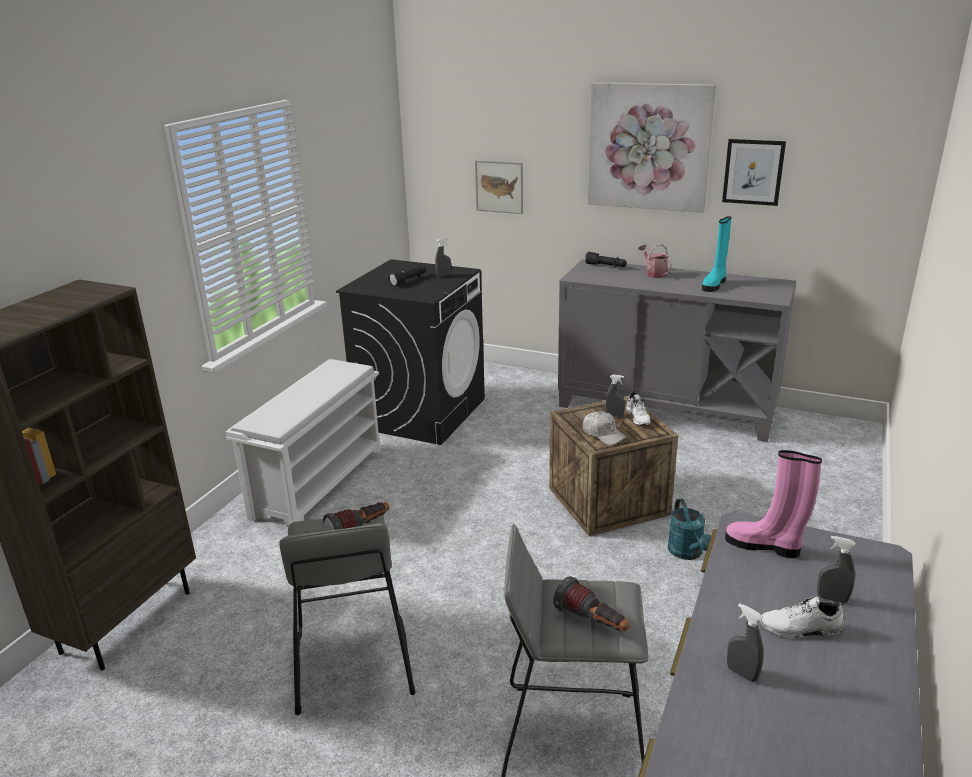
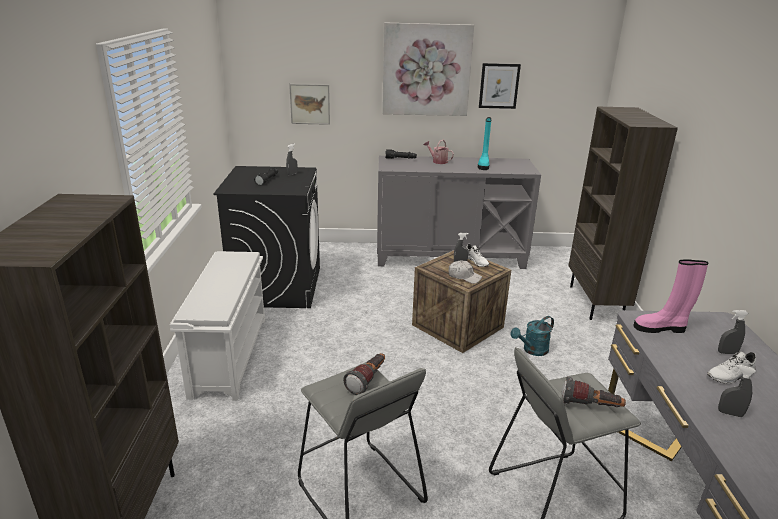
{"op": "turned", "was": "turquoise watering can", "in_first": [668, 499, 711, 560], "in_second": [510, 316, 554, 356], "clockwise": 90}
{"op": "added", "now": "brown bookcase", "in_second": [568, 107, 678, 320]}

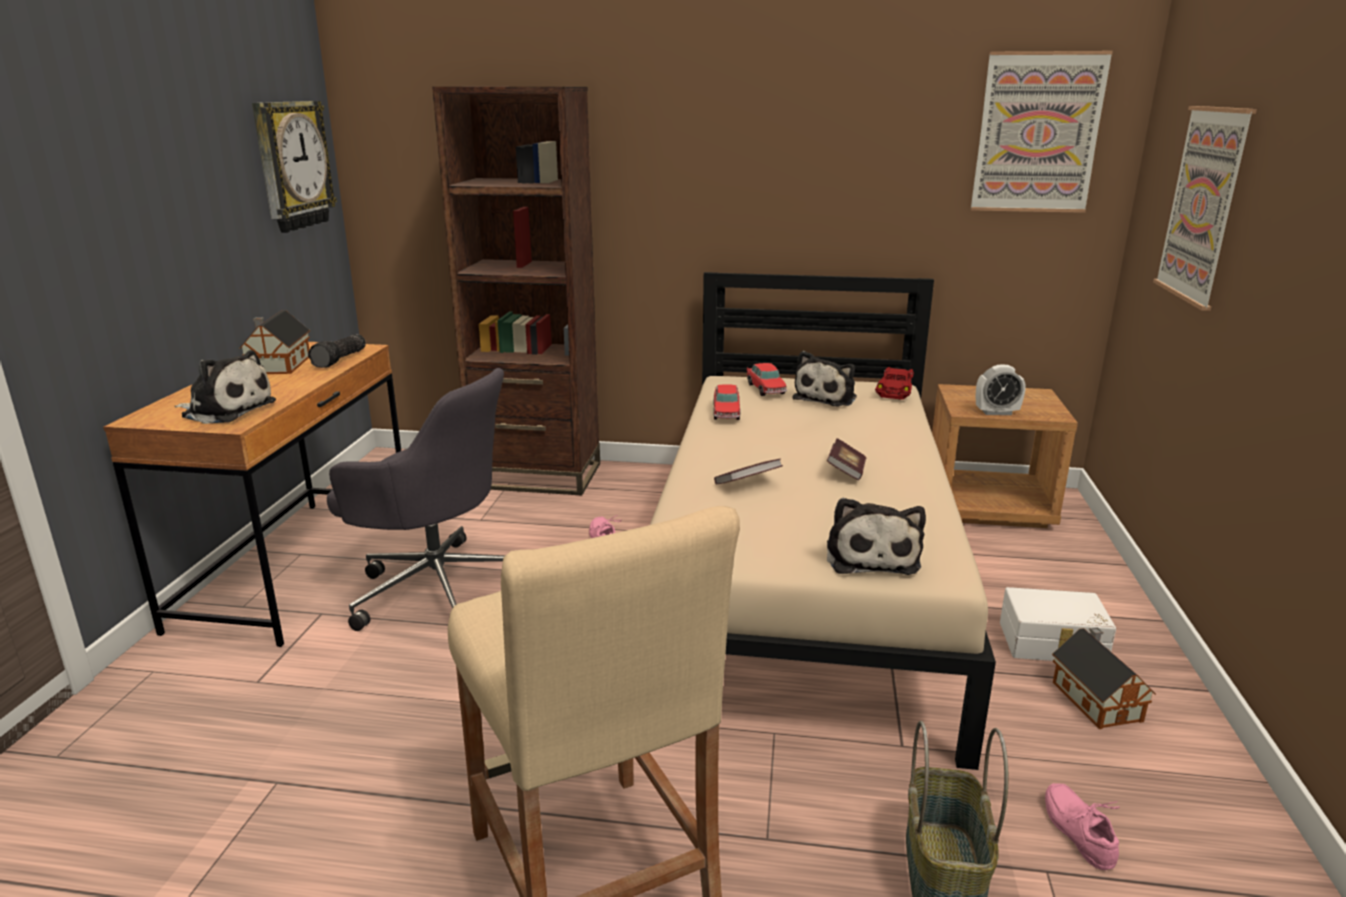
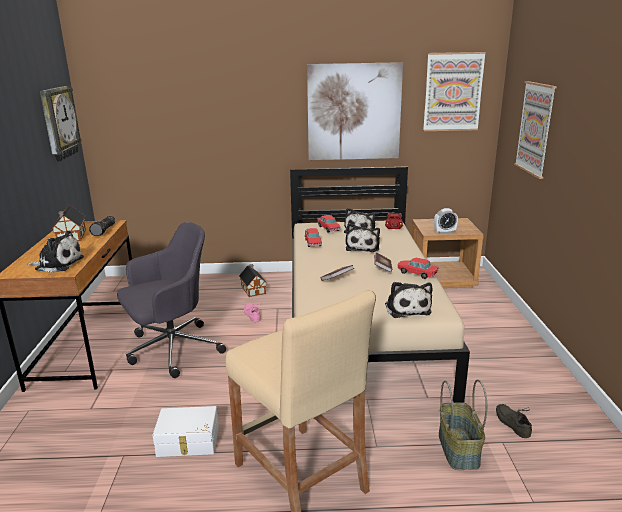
{"op": "turned", "was": "grey office chair", "in_first": [327, 368, 506, 631], "in_second": [117, 222, 226, 378], "clockwise": -45}
{"op": "moved", "was": "white storage box", "in_first": [1000, 587, 1116, 661], "in_second": [153, 406, 219, 457]}
{"op": "moved", "was": "toy house", "in_first": [1052, 627, 1156, 729], "in_second": [239, 264, 267, 297]}
{"op": "added", "now": "picture", "in_second": [307, 62, 403, 160]}
{"op": "added", "now": "plush toy", "in_second": [345, 223, 380, 252]}
{"op": "added", "now": "toy car", "in_second": [397, 258, 439, 279]}
{"op": "recoloured", "was": "pink shoe", "now": "grey shoe", "in_first": [1045, 783, 1120, 870], "in_second": [496, 404, 532, 438]}
{"op": "removed", "was": "brown bookcase", "in_first": [432, 87, 600, 496]}

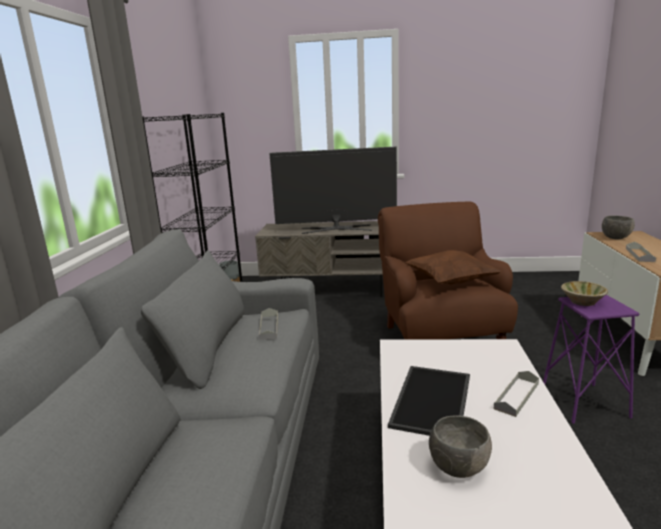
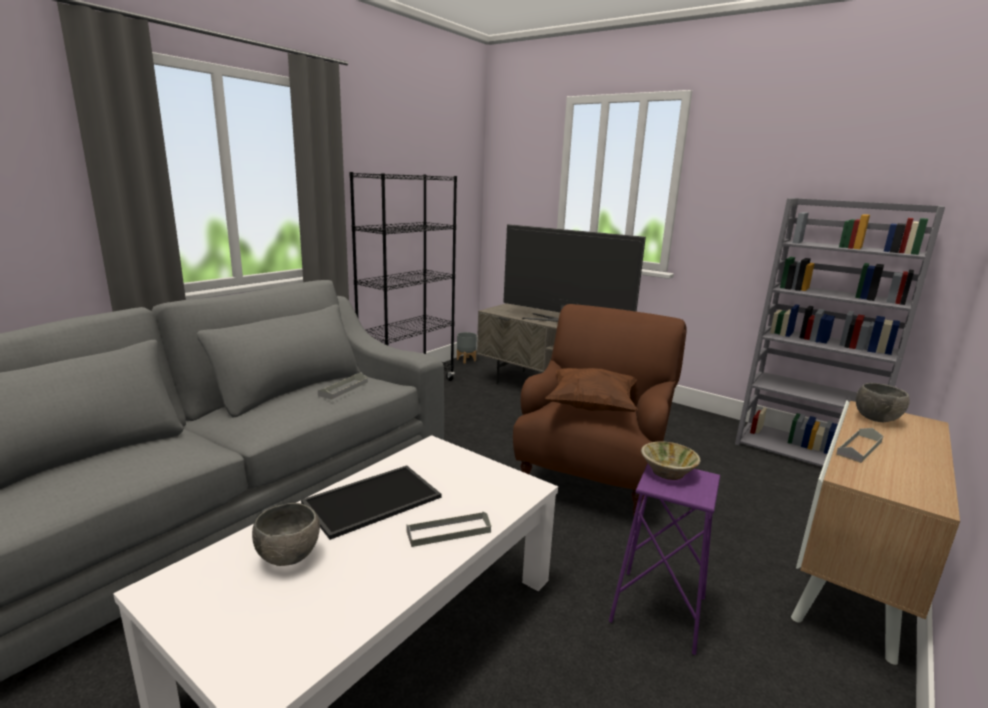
{"op": "added", "now": "grey bookcase", "in_second": [735, 198, 945, 467]}

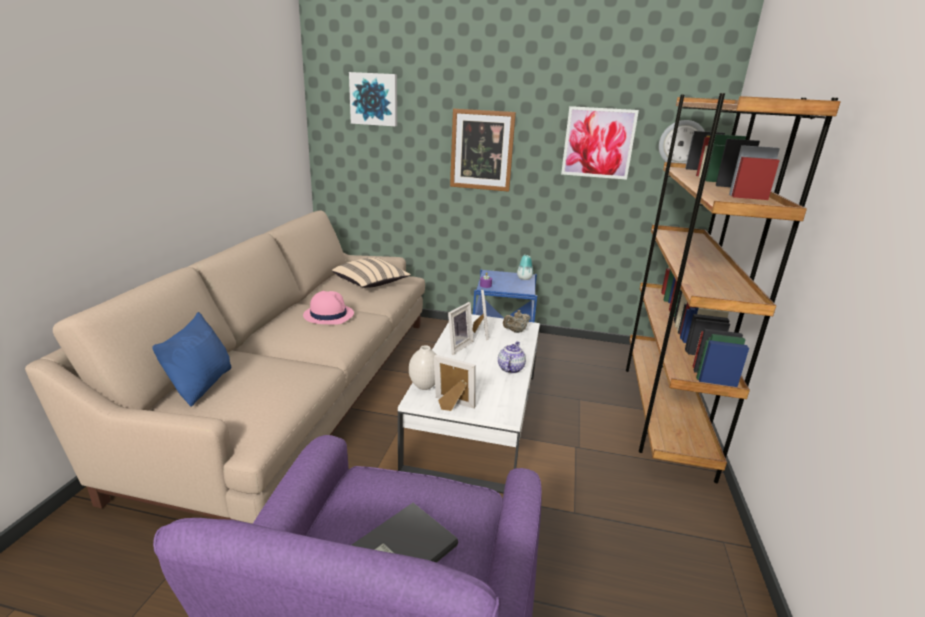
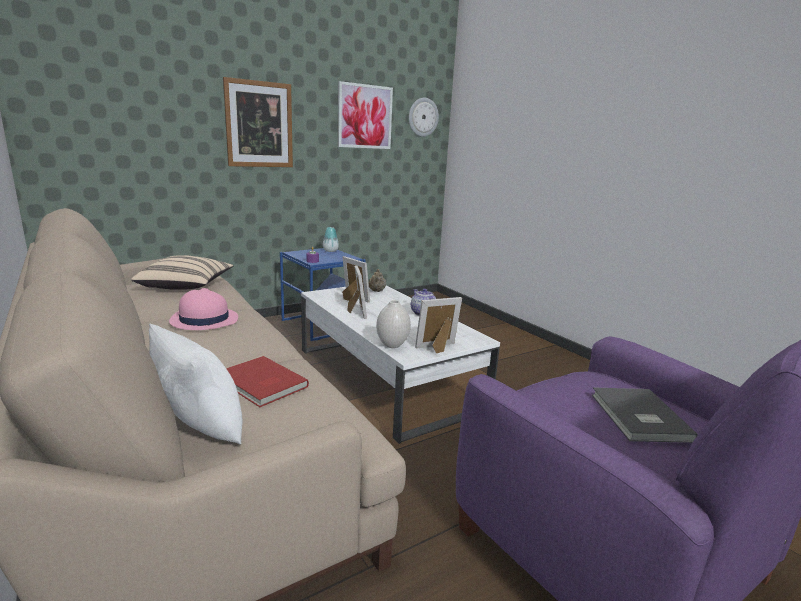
{"op": "recoloured", "was": "blue pillow", "now": "white pillow", "in_first": [152, 312, 231, 406], "in_second": [149, 324, 242, 444]}
{"op": "added", "now": "red book", "in_second": [226, 356, 309, 407]}
{"op": "removed", "was": "picture", "in_first": [349, 72, 397, 126]}
{"op": "removed", "was": "brown bookcase", "in_first": [626, 93, 841, 483]}

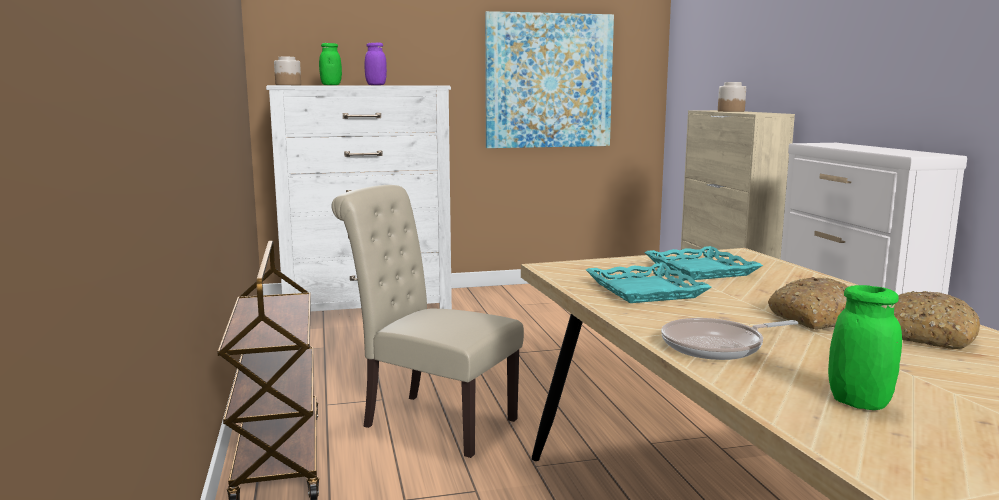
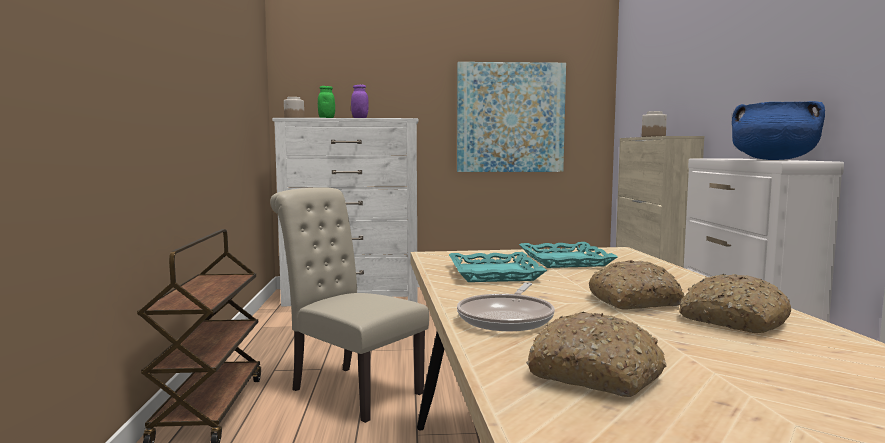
{"op": "turned", "was": "frying pan", "in_first": [661, 318, 798, 360], "in_second": [457, 282, 555, 331], "clockwise": -60}
{"op": "replaced", "was": "green jar", "now": "bread", "in_first": [828, 285, 902, 410], "in_second": [526, 312, 667, 397]}
{"op": "added", "now": "blue cooking pot", "in_second": [732, 101, 825, 160]}

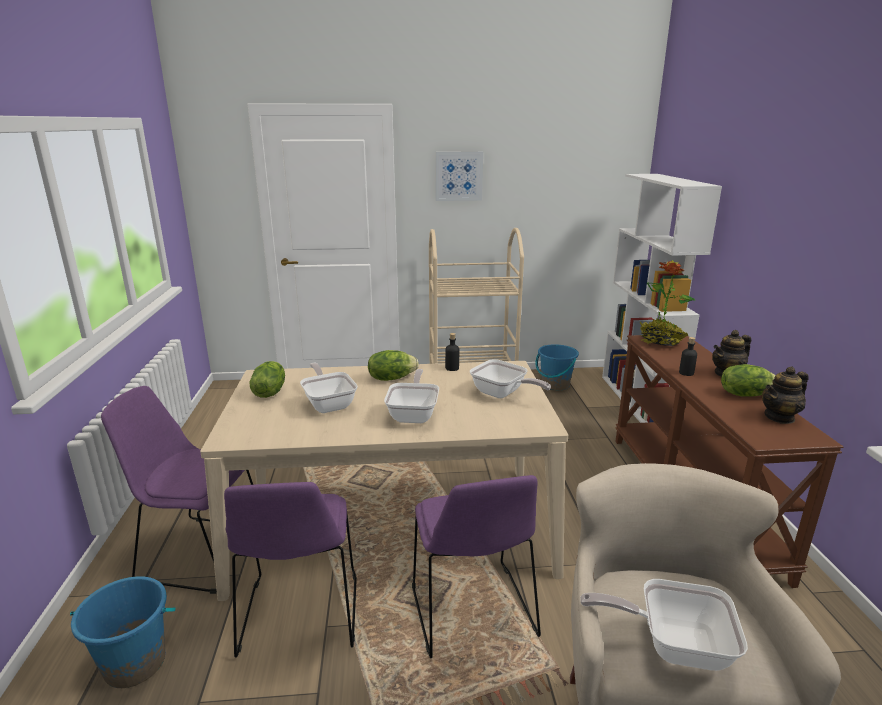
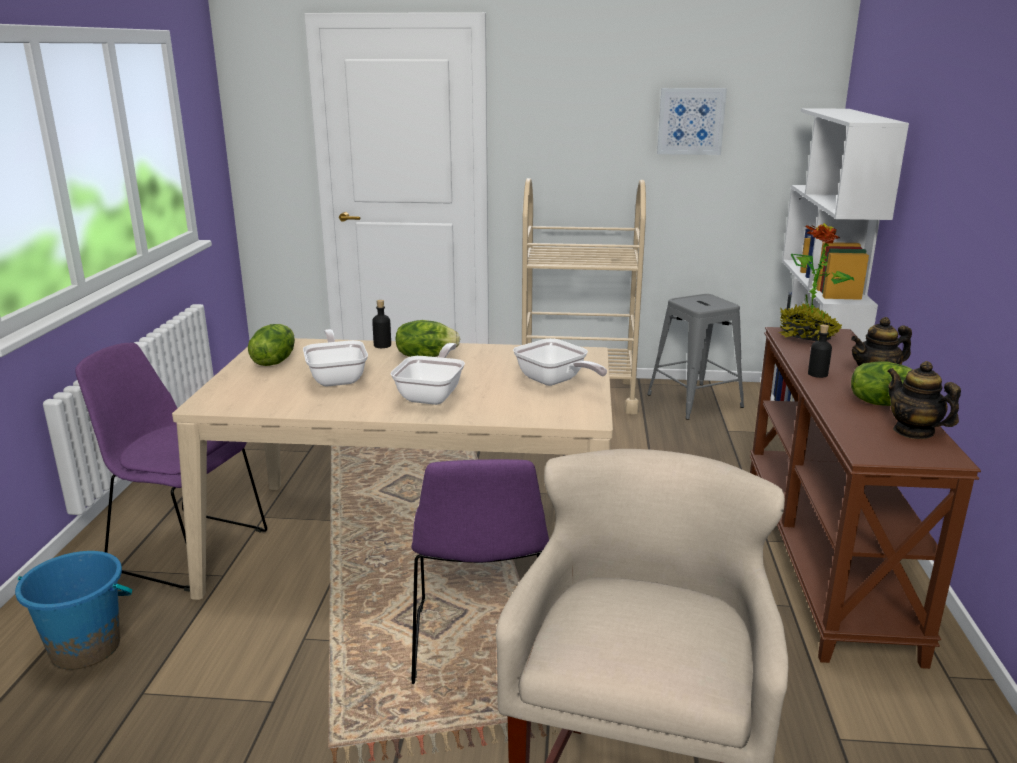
{"op": "moved", "was": "black bottle", "in_first": [445, 333, 459, 371], "in_second": [372, 300, 391, 348]}
{"op": "replaced", "was": "blue bucket", "now": "grey stool", "in_first": [535, 344, 579, 391], "in_second": [647, 294, 744, 420]}
{"op": "moved", "was": "picture", "in_first": [436, 152, 483, 201], "in_second": [657, 88, 727, 155]}
{"op": "turned", "was": "teapot", "in_first": [762, 366, 809, 424], "in_second": [887, 361, 961, 439], "clockwise": 75}
{"op": "removed", "was": "purple chair", "in_first": [224, 482, 357, 658]}
{"op": "removed", "was": "frying pan", "in_first": [580, 579, 748, 671]}

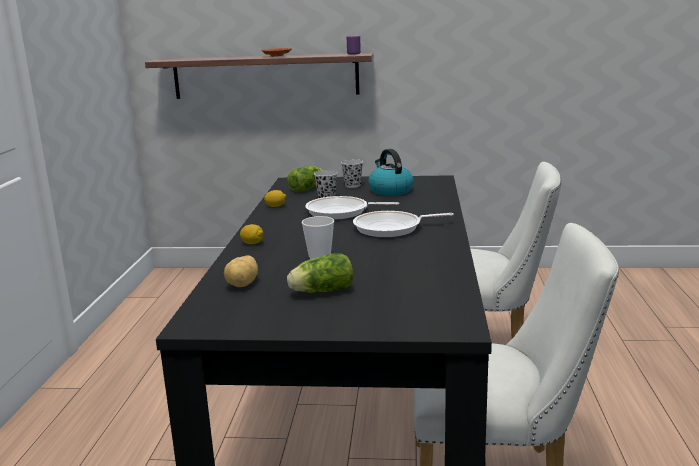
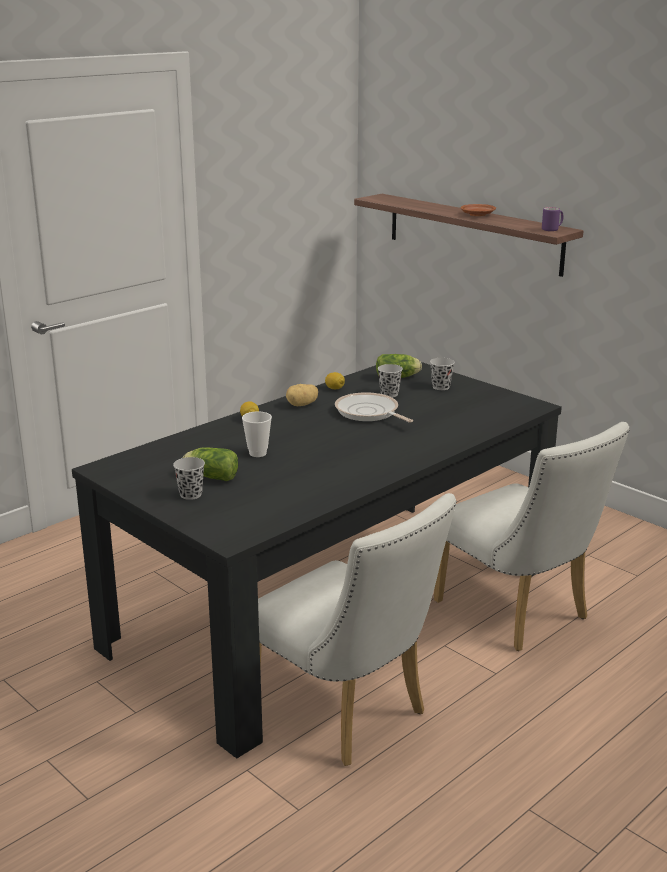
{"op": "added", "now": "black cup", "in_second": [173, 457, 205, 500]}
{"op": "moved", "was": "potato", "in_first": [224, 255, 258, 287], "in_second": [286, 384, 318, 406]}
{"op": "removed", "was": "frying pan", "in_first": [353, 211, 454, 237]}
{"op": "removed", "was": "kettle", "in_first": [369, 149, 414, 196]}

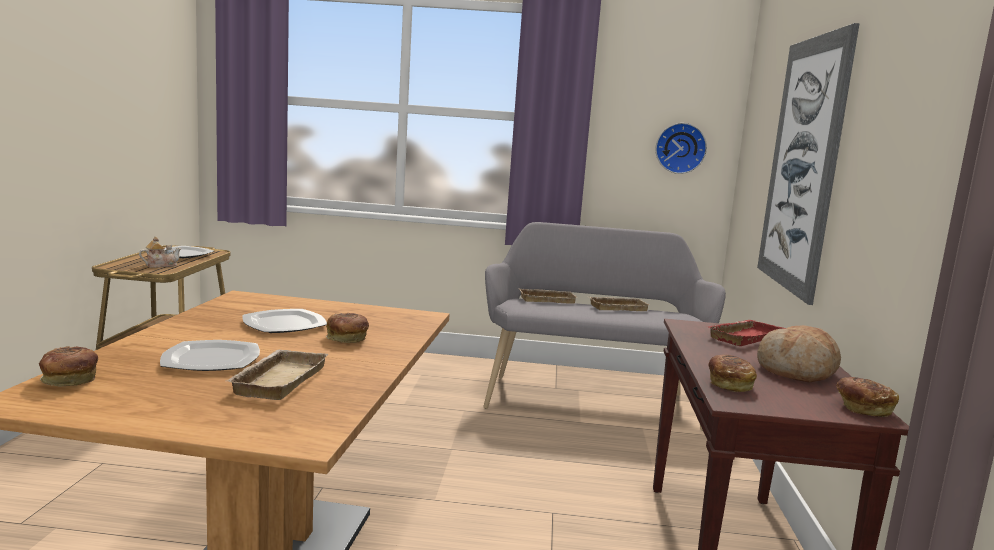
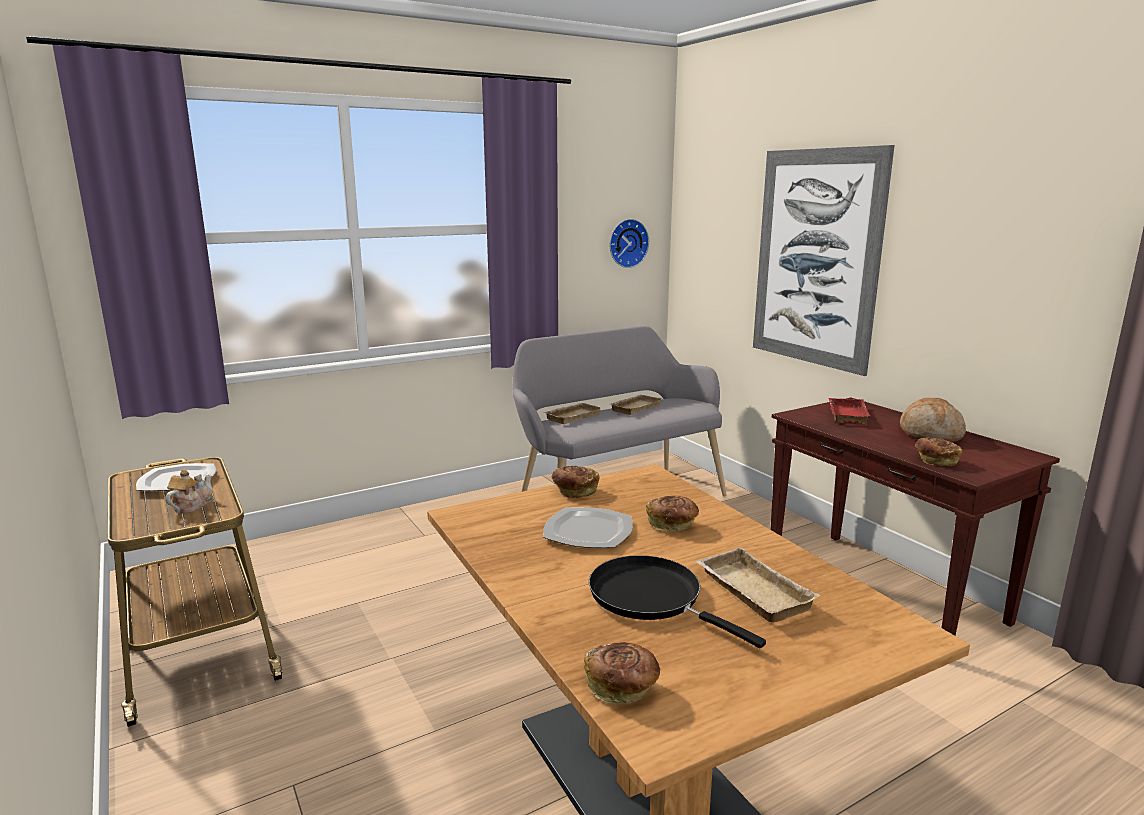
{"op": "moved", "was": "bread", "in_first": [836, 377, 899, 417], "in_second": [552, 466, 599, 498]}
{"op": "replaced", "was": "plate", "now": "black frying pan", "in_first": [160, 340, 260, 371], "in_second": [589, 555, 766, 648]}

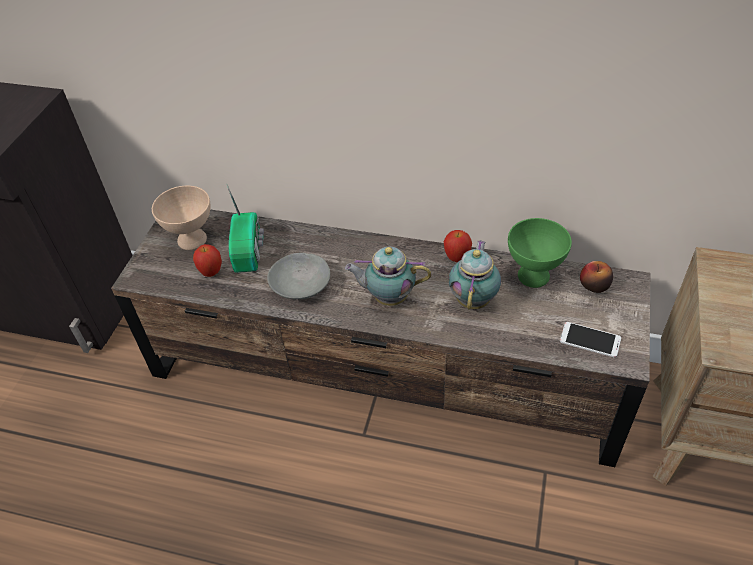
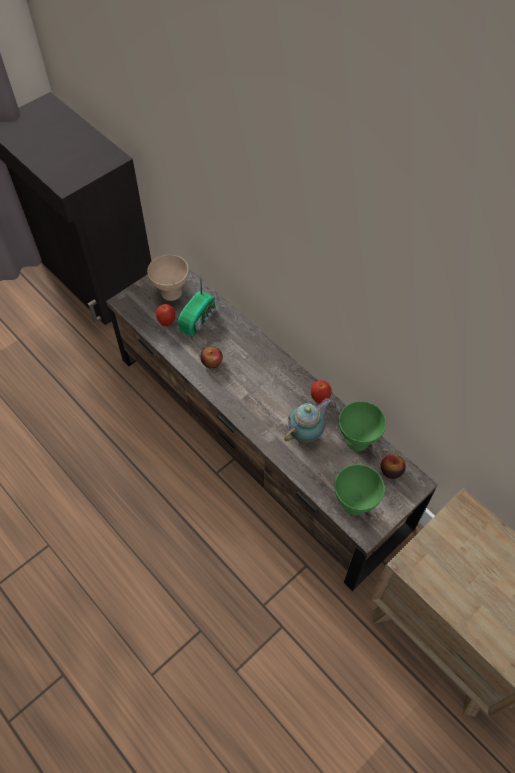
{"op": "replaced", "was": "grey bowl", "now": "apple", "in_first": [267, 253, 330, 300], "in_second": [201, 346, 223, 368]}
{"op": "replaced", "was": "phone", "now": "green bowl", "in_first": [560, 322, 621, 357], "in_second": [334, 464, 385, 516]}
{"op": "removed", "was": "teapot", "in_first": [345, 247, 431, 306]}

